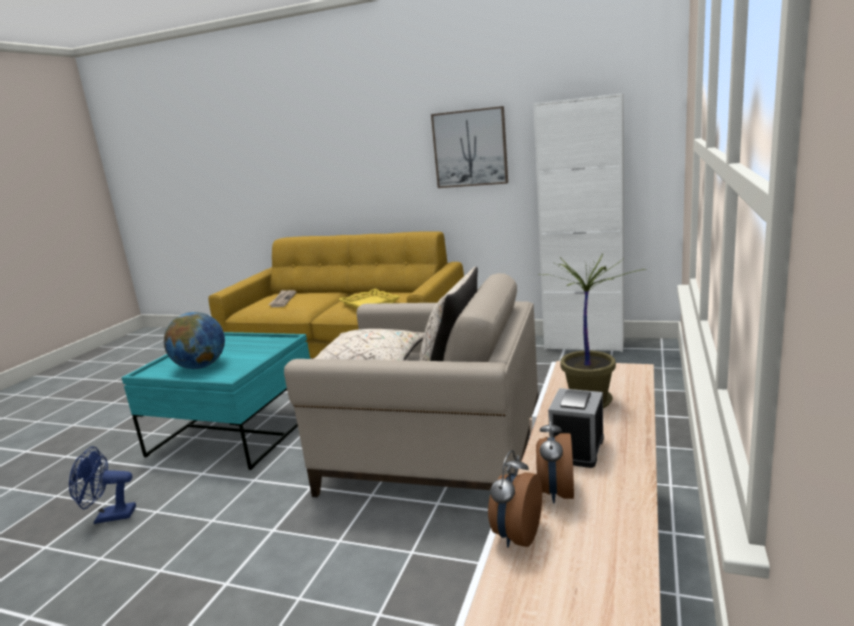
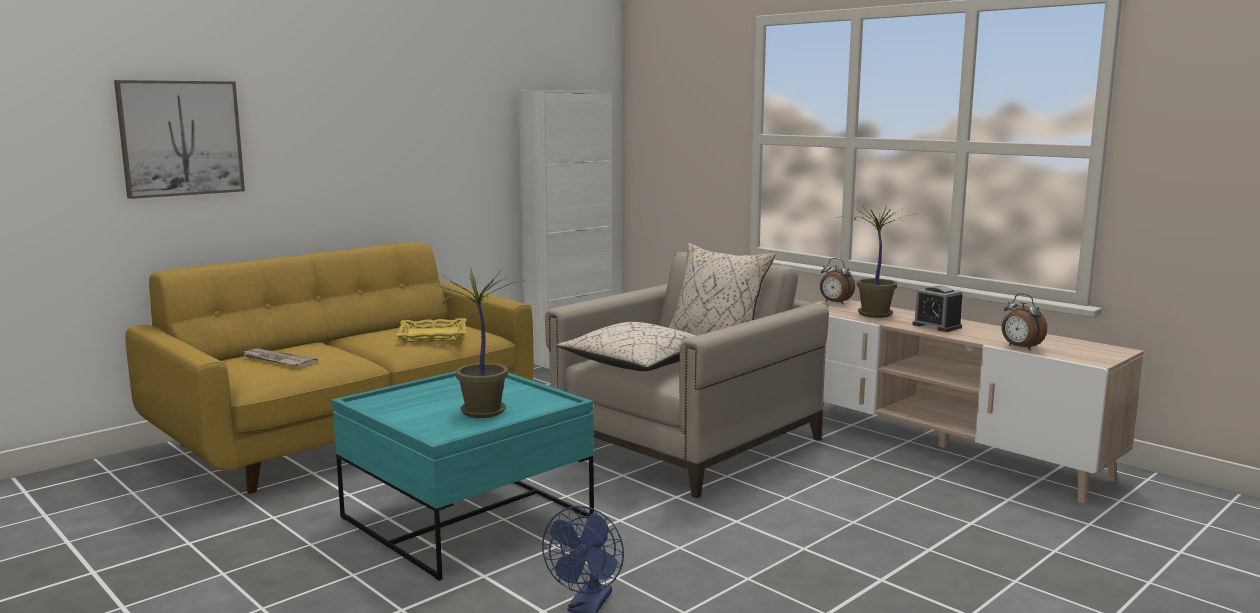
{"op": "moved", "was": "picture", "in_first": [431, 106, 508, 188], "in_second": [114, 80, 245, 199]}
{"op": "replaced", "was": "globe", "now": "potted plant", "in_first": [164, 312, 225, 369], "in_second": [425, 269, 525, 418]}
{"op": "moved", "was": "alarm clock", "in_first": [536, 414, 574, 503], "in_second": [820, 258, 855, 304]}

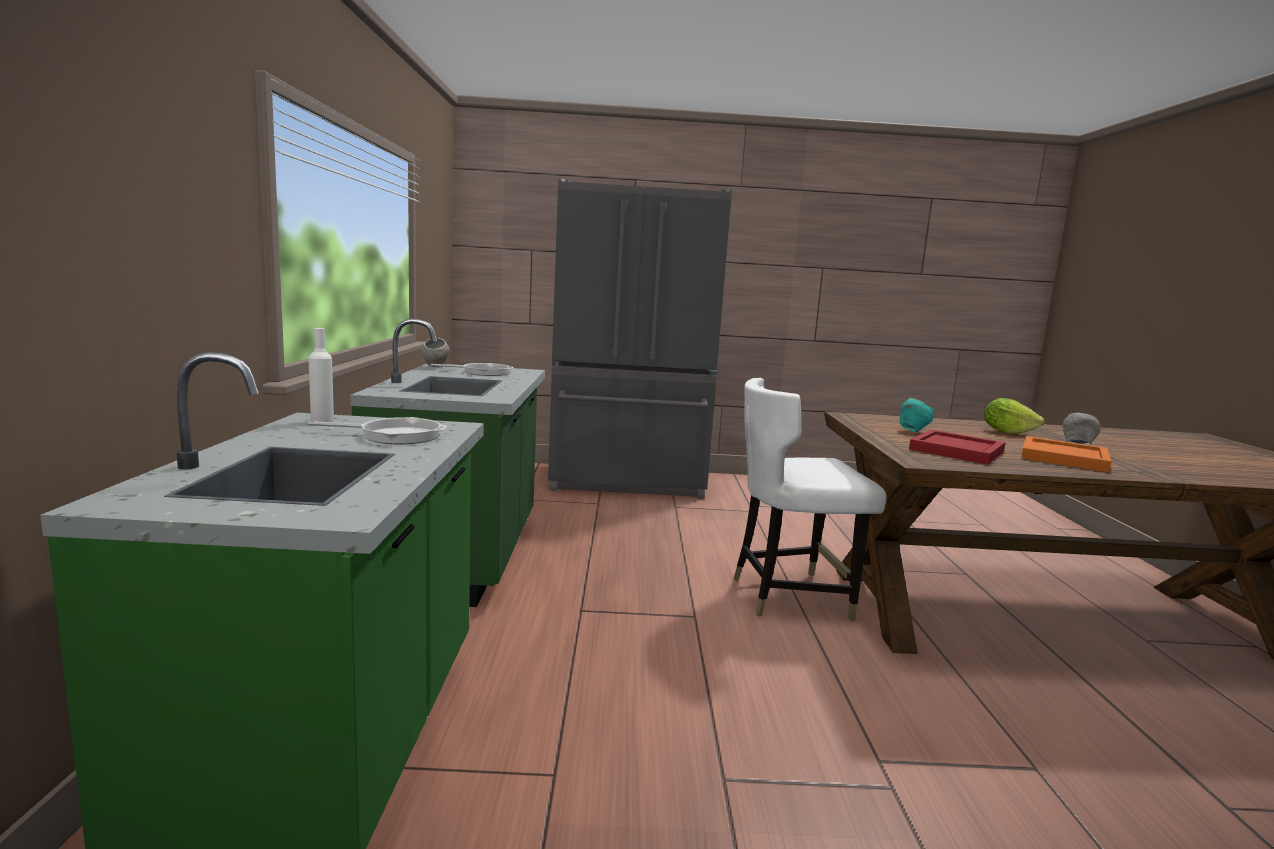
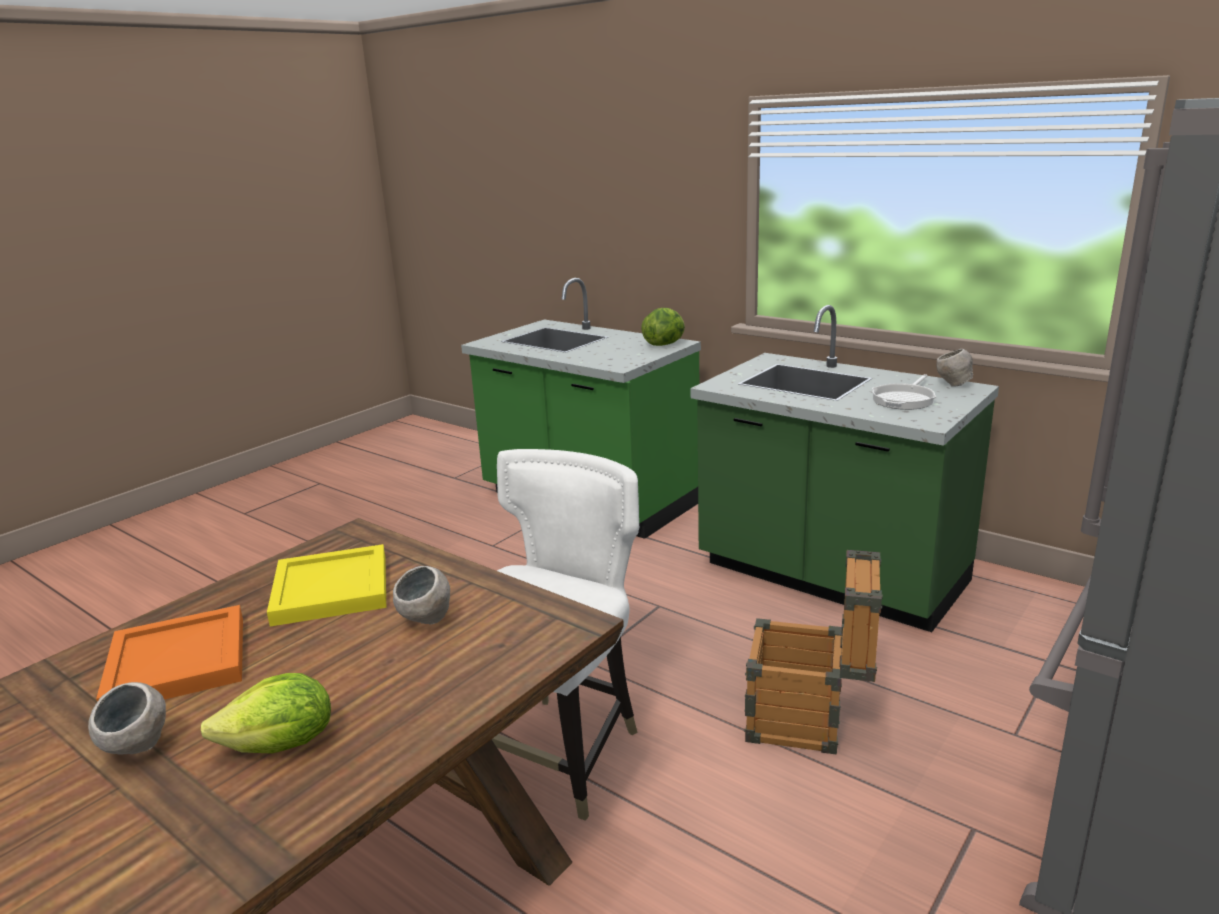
{"op": "recoloured", "was": "red tray", "now": "yellow tray", "in_first": [909, 430, 1006, 464], "in_second": [267, 544, 386, 627]}
{"op": "recoloured", "was": "turquoise bowl", "now": "grey bowl", "in_first": [899, 398, 934, 432], "in_second": [393, 566, 450, 624]}
{"op": "replaced", "was": "white bottle", "now": "lettuce", "in_first": [308, 328, 334, 422], "in_second": [641, 308, 685, 346]}
{"op": "added", "now": "crate", "in_second": [744, 550, 883, 755]}
{"op": "removed", "was": "frying pan", "in_first": [308, 417, 447, 444]}

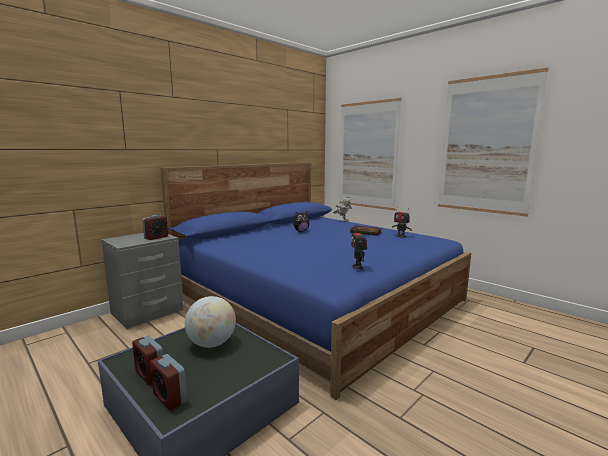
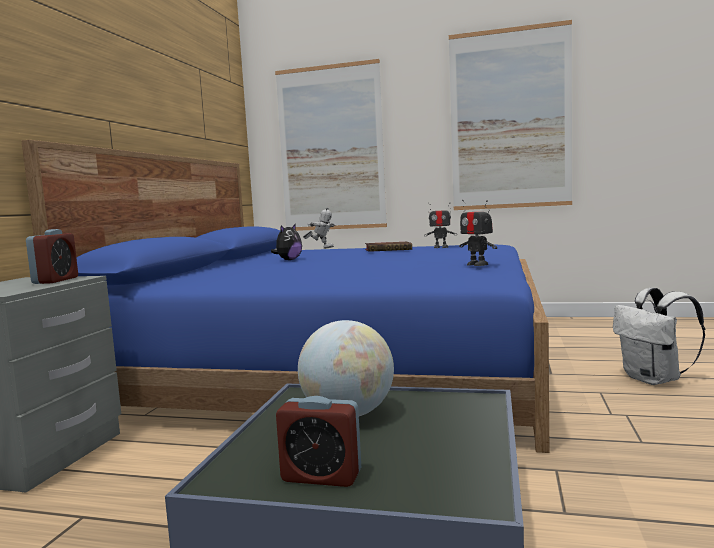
{"op": "added", "now": "white backpack", "in_second": [613, 287, 705, 385]}
{"op": "removed", "was": "alarm clock", "in_first": [150, 354, 187, 410]}

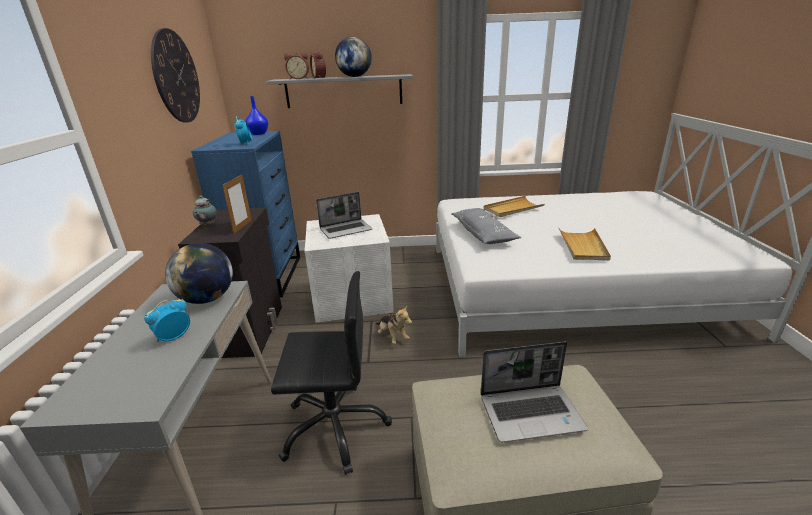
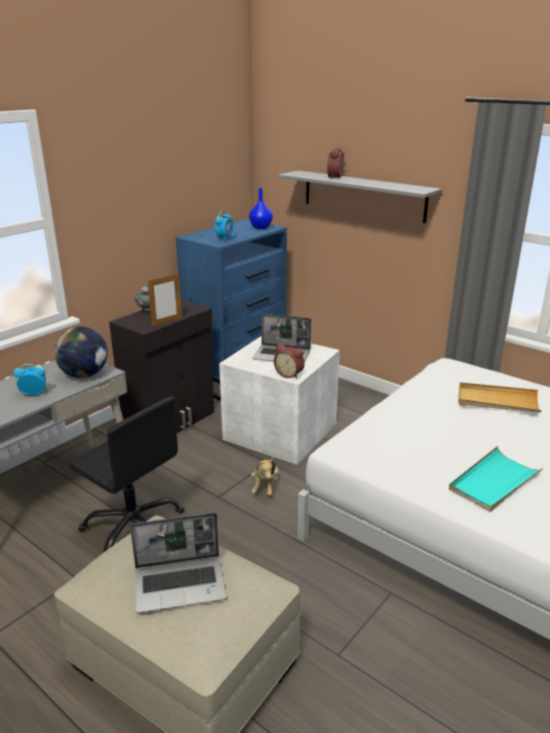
{"op": "turned", "was": "laptop", "in_first": [481, 342, 588, 442], "in_second": [130, 513, 226, 613], "clockwise": -45}
{"op": "moved", "was": "alarm clock", "in_first": [284, 52, 309, 79], "in_second": [274, 344, 305, 379]}
{"op": "recoloured", "was": "beige tray", "now": "turquoise tray", "in_first": [559, 228, 611, 261], "in_second": [449, 446, 544, 512]}
{"op": "removed", "was": "wall clock", "in_first": [151, 28, 200, 123]}
{"op": "removed", "was": "globe", "in_first": [335, 37, 372, 77]}
{"op": "removed", "was": "grey pillow", "in_first": [451, 208, 521, 244]}

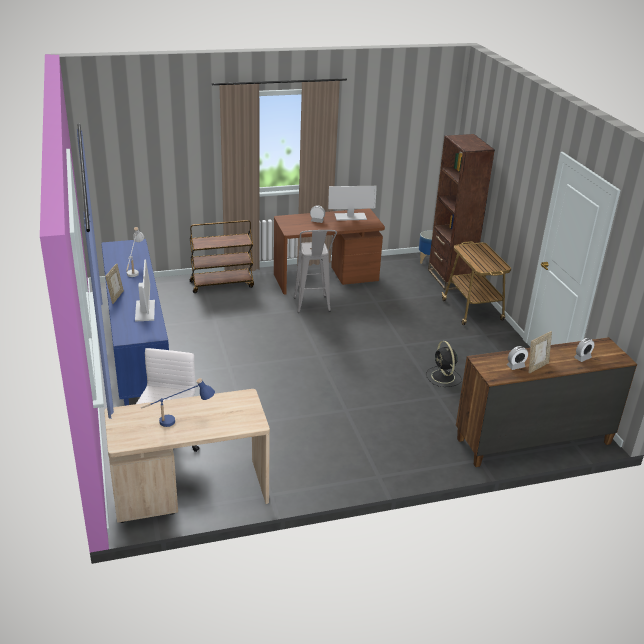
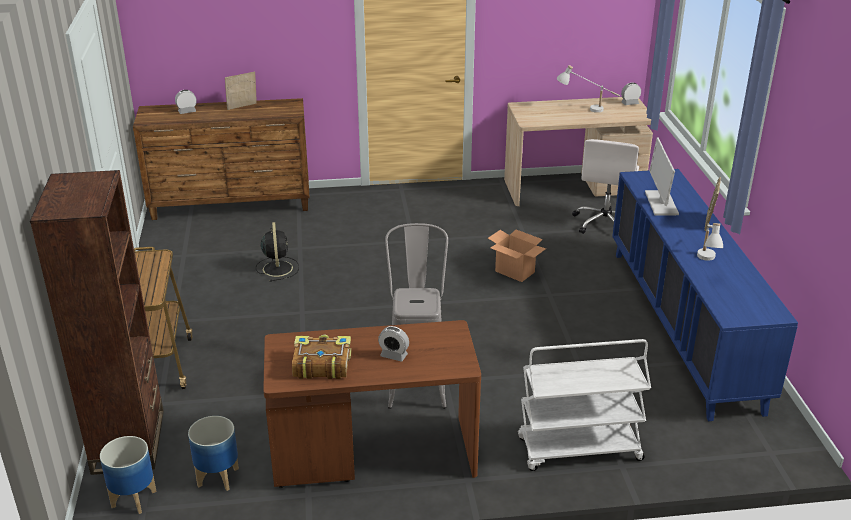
{"op": "added", "now": "planter", "in_second": [188, 416, 239, 491]}
{"op": "replaced", "was": "monitor", "now": "book", "in_first": [328, 186, 377, 221], "in_second": [292, 335, 351, 379]}
{"op": "added", "now": "cardboard box", "in_second": [488, 229, 546, 282]}
{"op": "recoloured", "was": "brown cart", "now": "white cart", "in_first": [190, 220, 254, 293], "in_second": [518, 339, 651, 471]}
{"op": "recoloured", "was": "blue table lamp", "now": "white table lamp", "in_first": [141, 378, 215, 427], "in_second": [557, 65, 620, 113]}
{"op": "moved", "was": "alarm clock", "in_first": [507, 346, 528, 370], "in_second": [621, 83, 641, 105]}

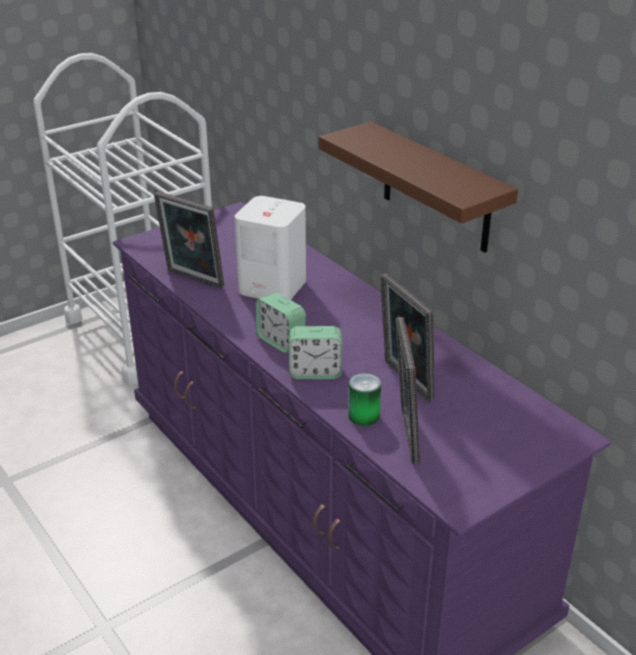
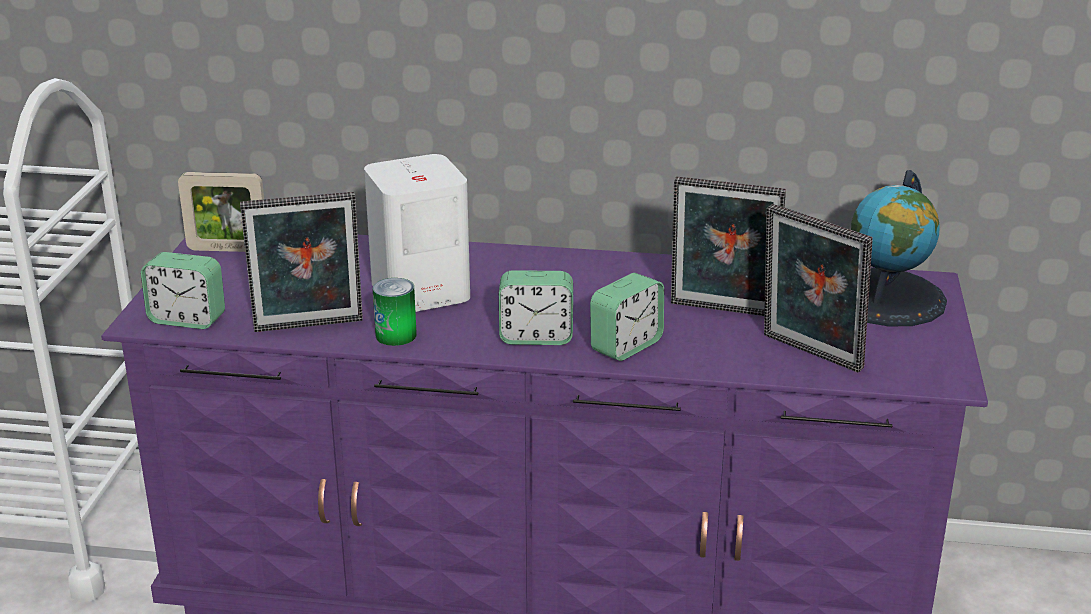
{"op": "added", "now": "alarm clock", "in_second": [141, 252, 225, 329]}
{"op": "added", "now": "picture frame", "in_second": [178, 172, 264, 252]}
{"op": "moved", "was": "can", "in_first": [348, 373, 381, 426], "in_second": [373, 278, 417, 346]}
{"op": "added", "now": "globe", "in_second": [851, 170, 947, 326]}
{"op": "removed", "was": "brown shelf", "in_first": [319, 122, 518, 253]}

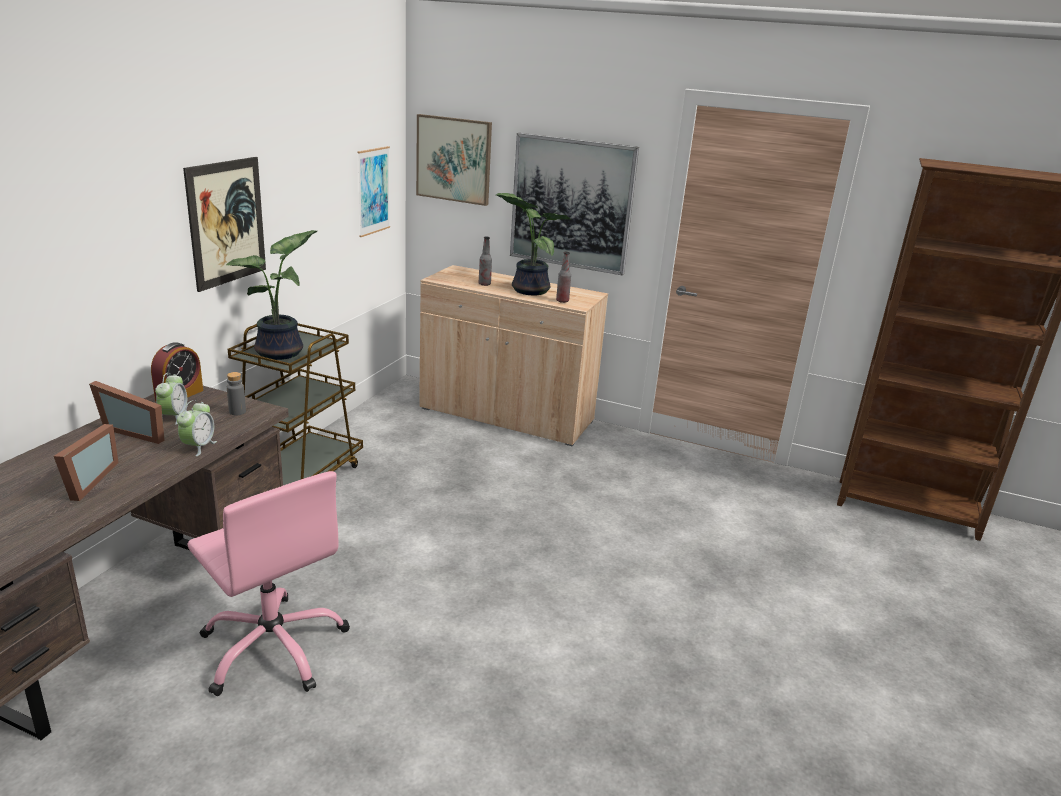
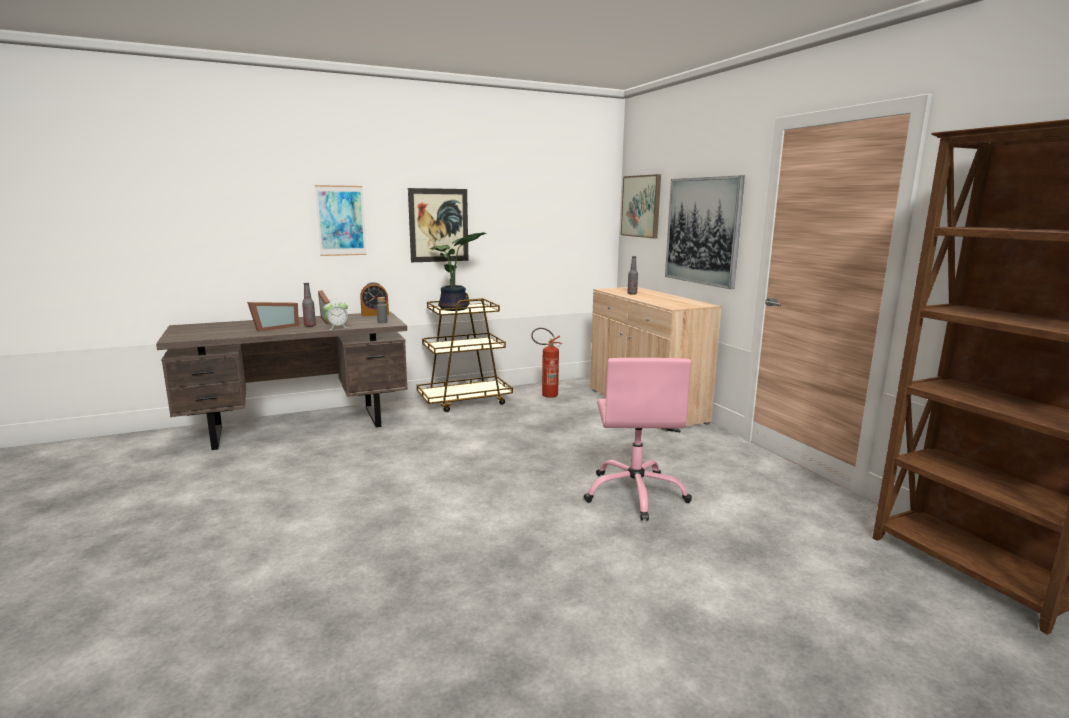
{"op": "moved", "was": "bottle", "in_first": [556, 252, 571, 303], "in_second": [302, 283, 316, 327]}
{"op": "moved", "was": "picture", "in_first": [357, 146, 390, 237], "in_second": [315, 185, 367, 256]}
{"op": "added", "now": "fire extinguisher", "in_second": [531, 328, 562, 398]}
{"op": "moved", "was": "pink office chair", "in_first": [187, 471, 350, 696], "in_second": [583, 358, 692, 521]}
{"op": "removed", "was": "alarm clock", "in_first": [155, 373, 190, 425]}
{"op": "removed", "was": "potted plant", "in_first": [496, 193, 570, 295]}

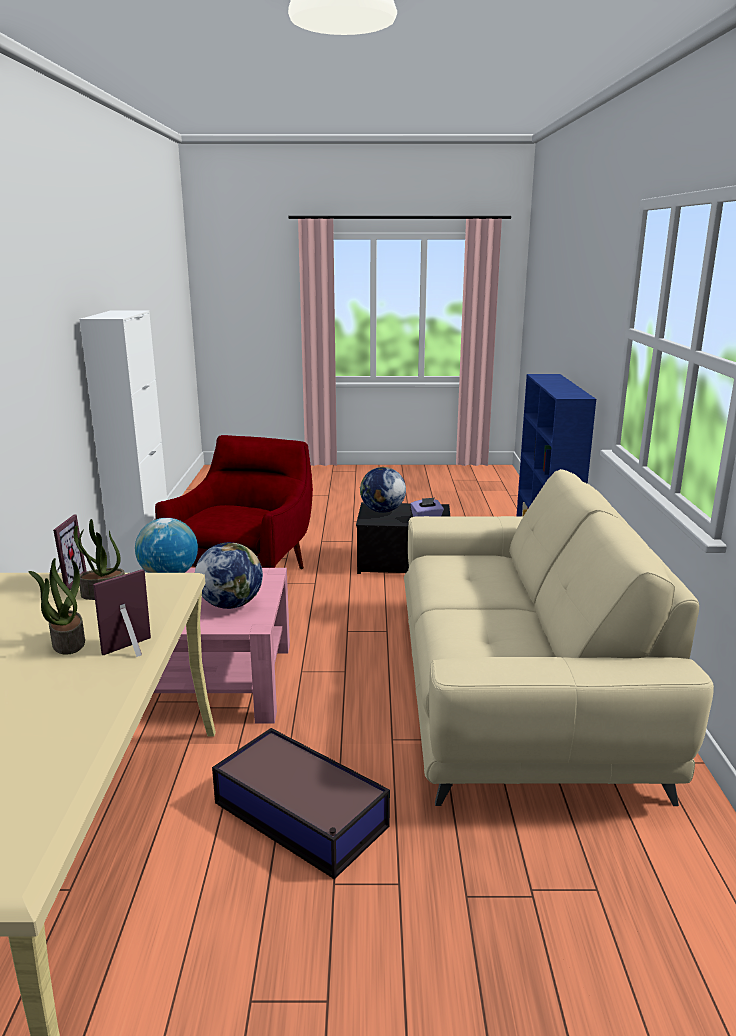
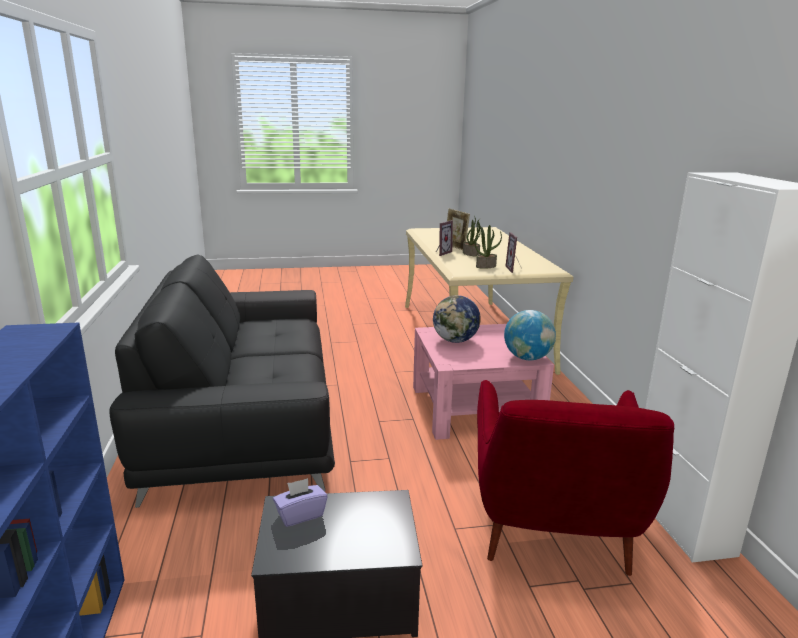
{"op": "recoloured", "was": "beige sofa", "now": "black sofa", "in_first": [404, 469, 714, 806], "in_second": [109, 254, 335, 508]}
{"op": "added", "now": "picture frame", "in_second": [447, 208, 470, 250]}
{"op": "removed", "was": "storage box", "in_first": [212, 728, 390, 879]}
{"op": "removed", "was": "globe", "in_first": [360, 467, 406, 513]}

